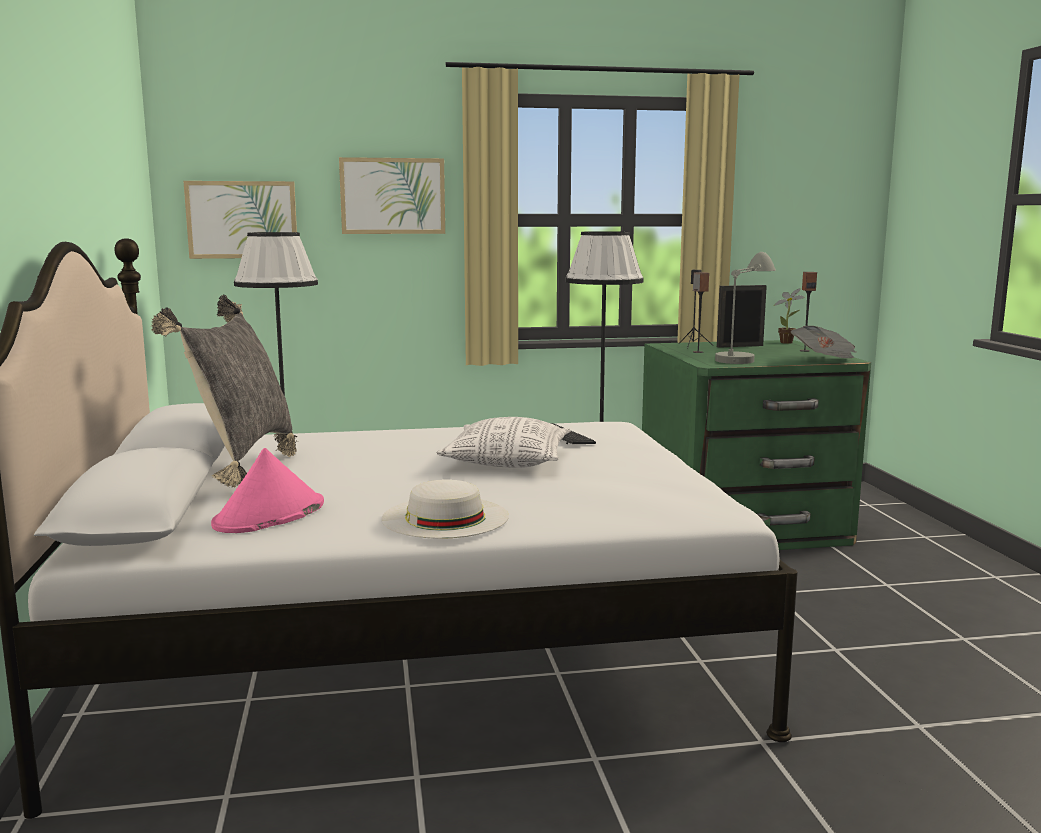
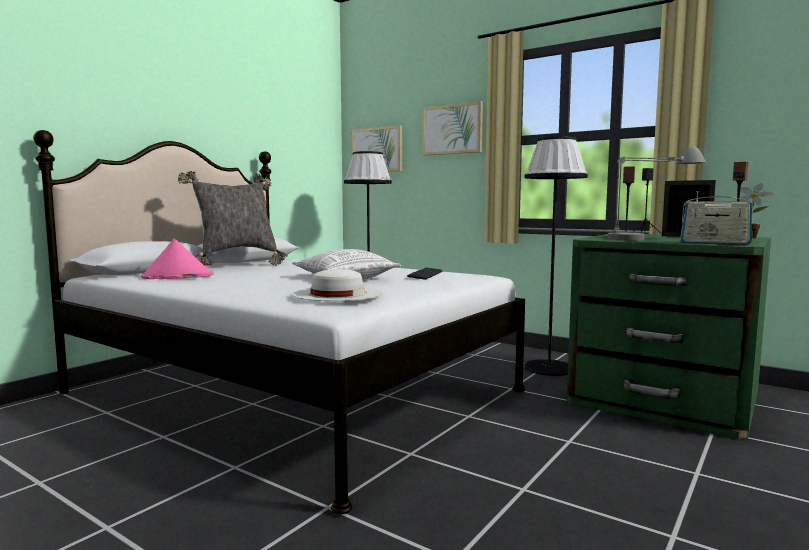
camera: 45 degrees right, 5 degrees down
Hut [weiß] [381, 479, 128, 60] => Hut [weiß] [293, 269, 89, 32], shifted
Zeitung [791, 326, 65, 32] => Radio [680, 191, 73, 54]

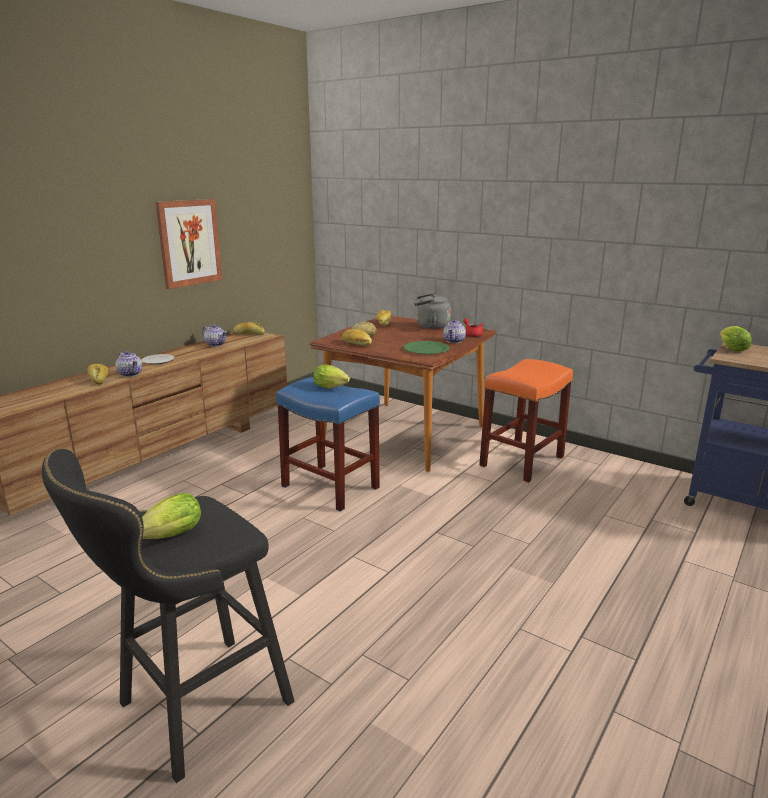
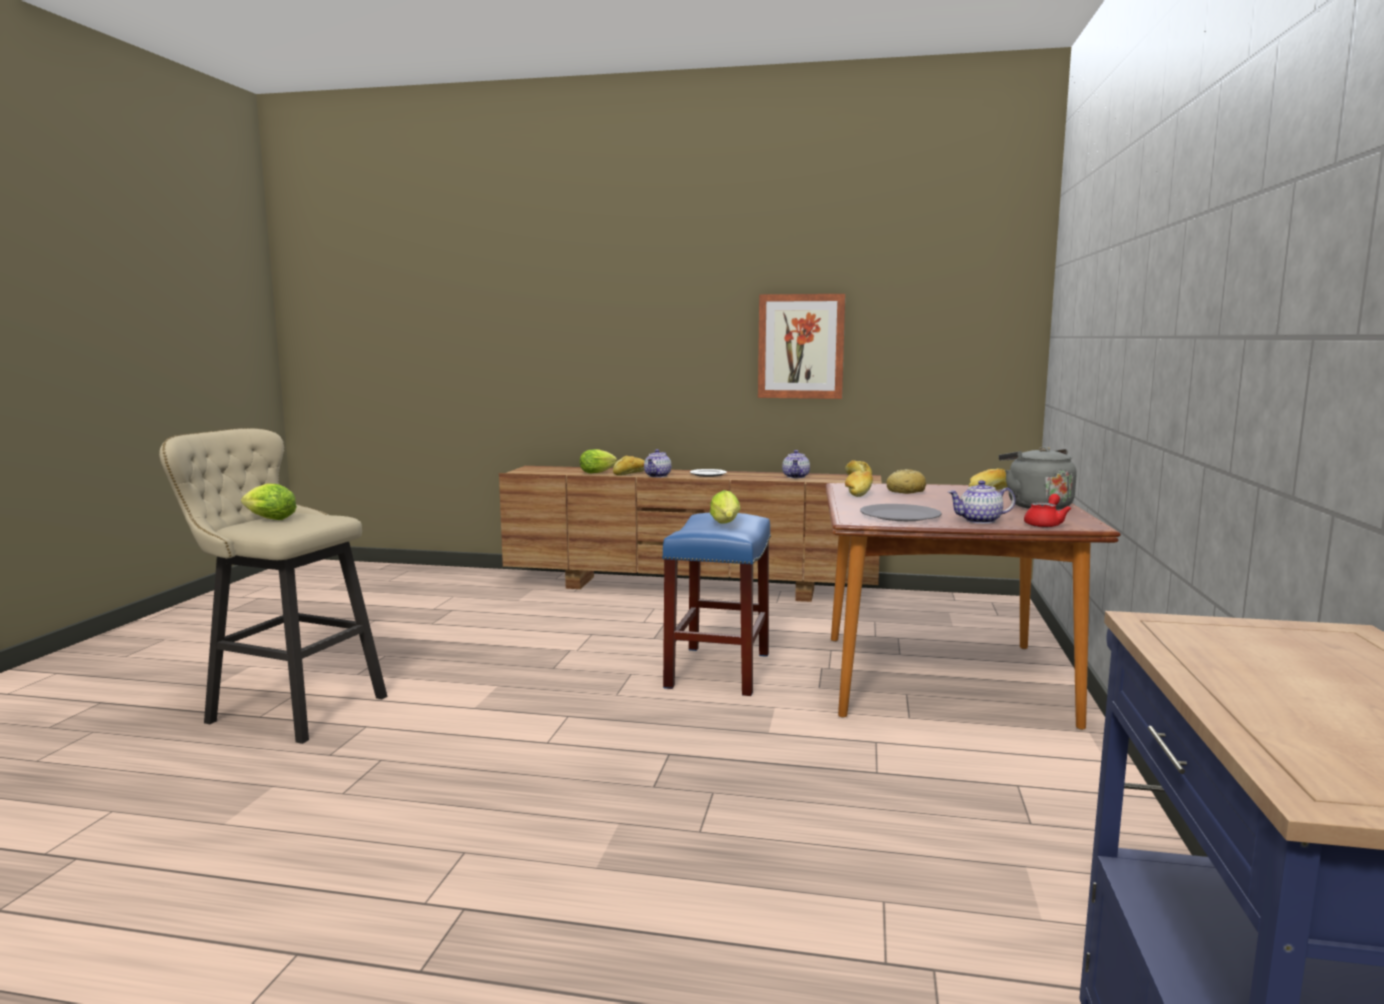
camera: 65 degrees right, 10 degrees down
Hocker [schwarz] [42, 449, 253, 334] => Hocker [beige] [159, 428, 228, 316]
Salatkopf [720, 326, 32, 26] => Salatkopf [580, 449, 37, 24], shifted
Teller [grün] [403, 341, 47, 13] => Teller [grau] [860, 504, 82, 17]
Hocker [orange] [479, 359, 94, 124] => nothing

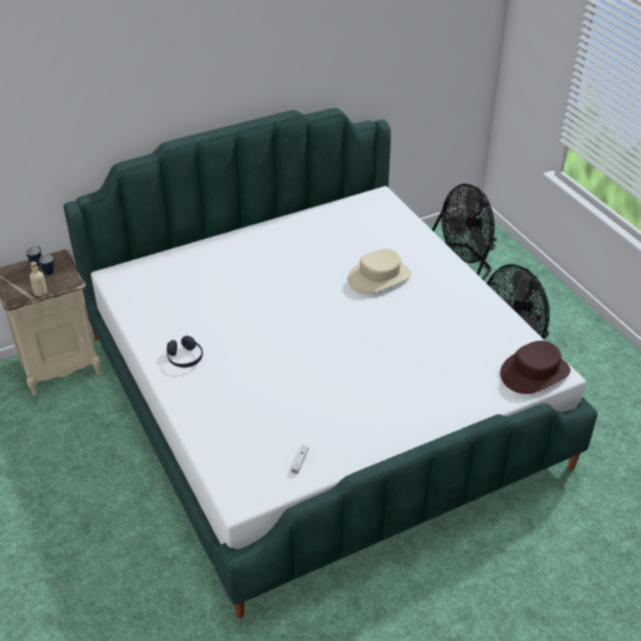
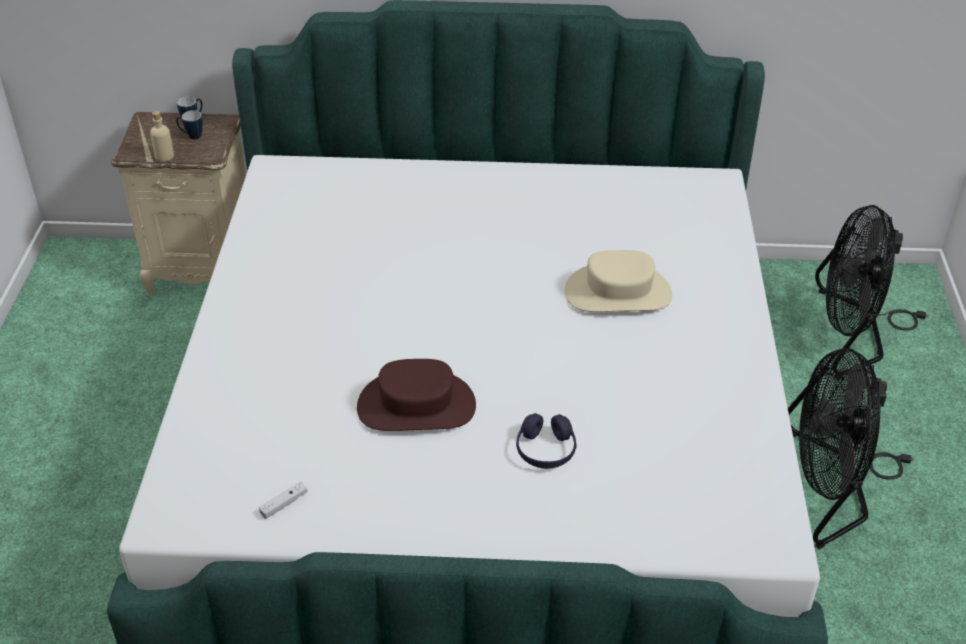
camera: 30 degrees right, 0 degrees up
Hut [braun] [500, 341, 71, 53] => Hut [braun] [357, 359, 119, 72], shifted
Kopfhörer [lila] [167, 336, 36, 32] => Kopfhörer [lila] [516, 413, 60, 56], shifted

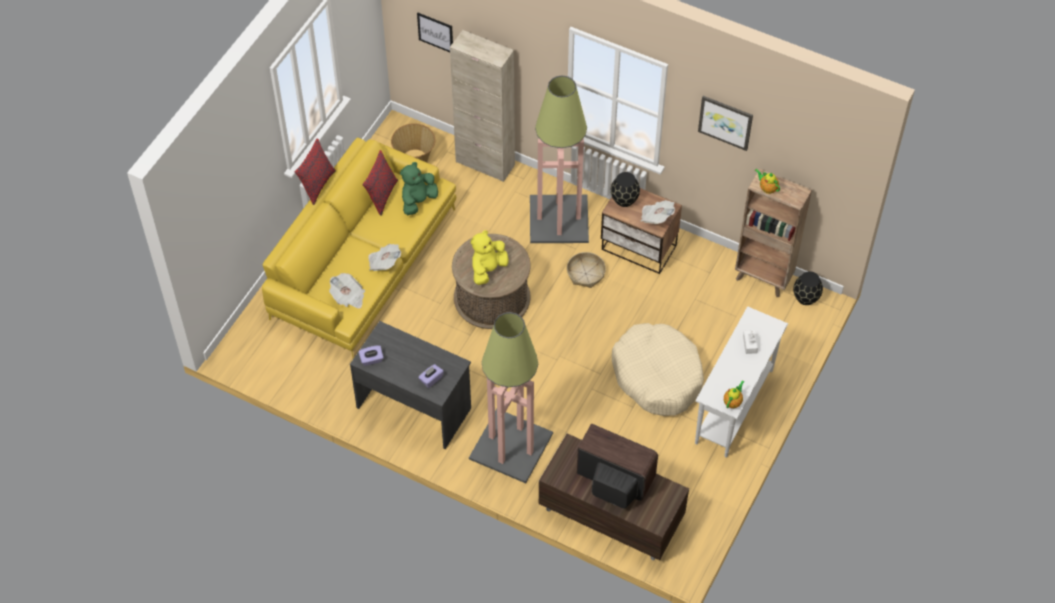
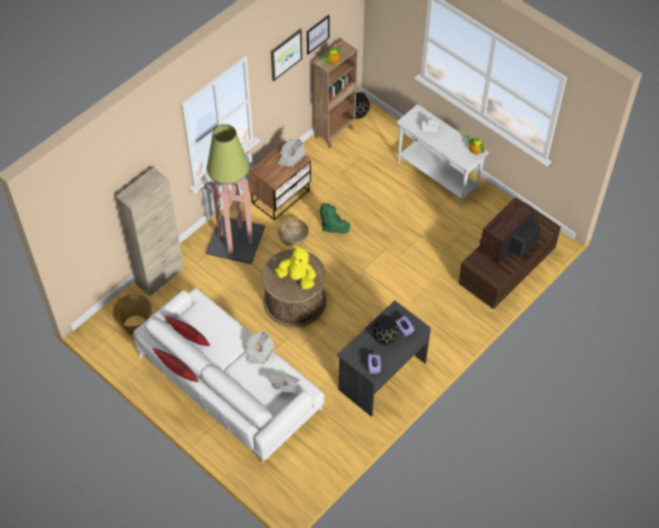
camera: 75 degrees left, 0 degrees up
Sofa [gelb] [262, 138, 194, 219] => Sofa [weiß] [133, 288, 191, 179]
Plüschtier [gelb] [471, 230, 38, 55] => Plüschtier [gelb] [275, 245, 41, 44], 150 degrees clockwise
Bild [417, 13, 36, 39] => Bild [307, 15, 22, 40], shifted
Plüschtier [grün] [400, 162, 38, 53] => Plüschtier [grün] [320, 203, 30, 31], shifted
Vase [schwarz] [611, 172, 29, 35] => Vase [schwarz] [373, 316, 26, 29], shifted
Stehlampe [469, 312, 84, 171] => nothing
Hundebett [beige] [612, 323, 92, 93] => nothing

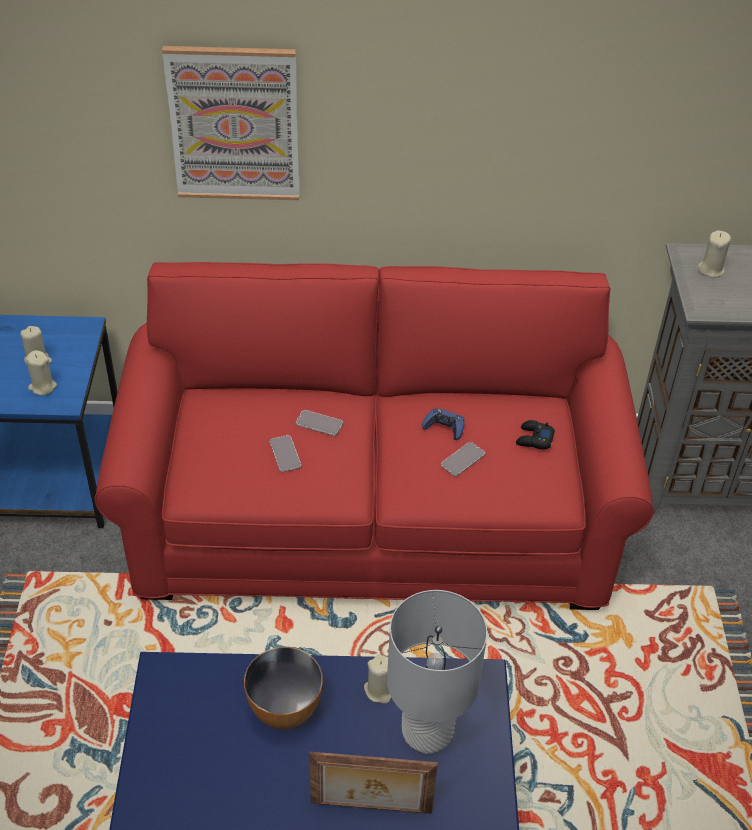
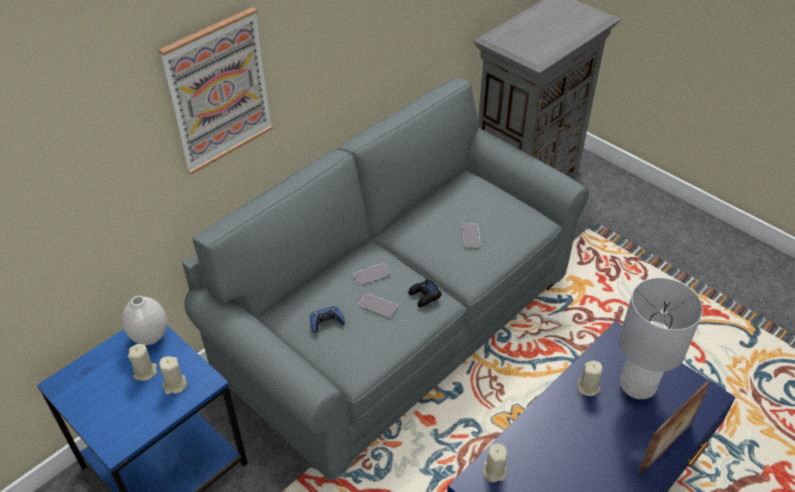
camera: 45 degrees left, 0 degrees up
nothing => Vase [weiß] [122, 296, 45, 49]
Sofa [rot] [95, 262, 559, 348] => Sofa [grau] [182, 78, 407, 403]
Gamepad [blau] [422, 408, 43, 32] => Gamepad [blau] [310, 306, 35, 27], shifted
Gamepad [schwarz] [516, 420, 39, 30] => Gamepad [schwarz] [408, 279, 34, 28], shifted
Kerze [beige] [697, 230, 34, 48] => Kerze [beige] [483, 444, 24, 38], shifted
Schüssel [244, 647, 79, 82] => nothing

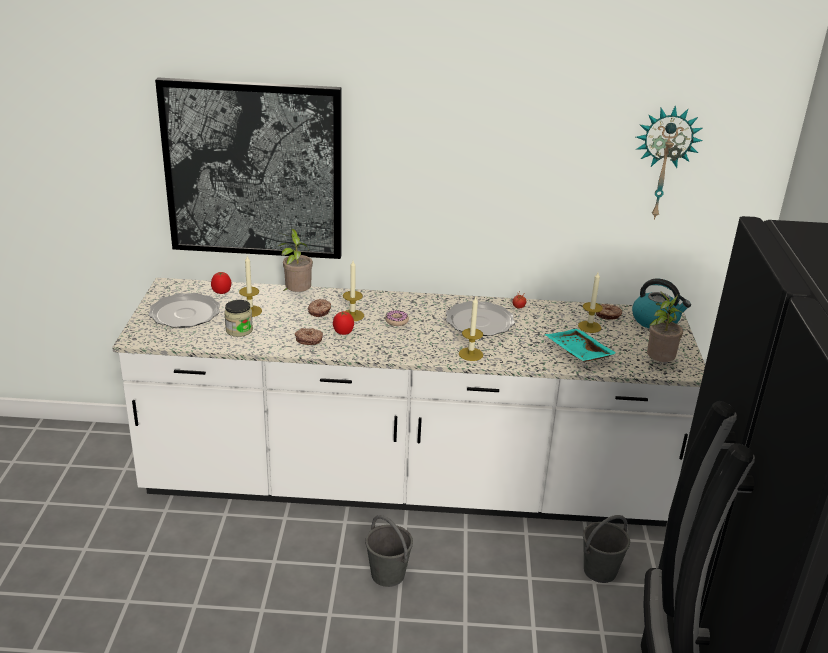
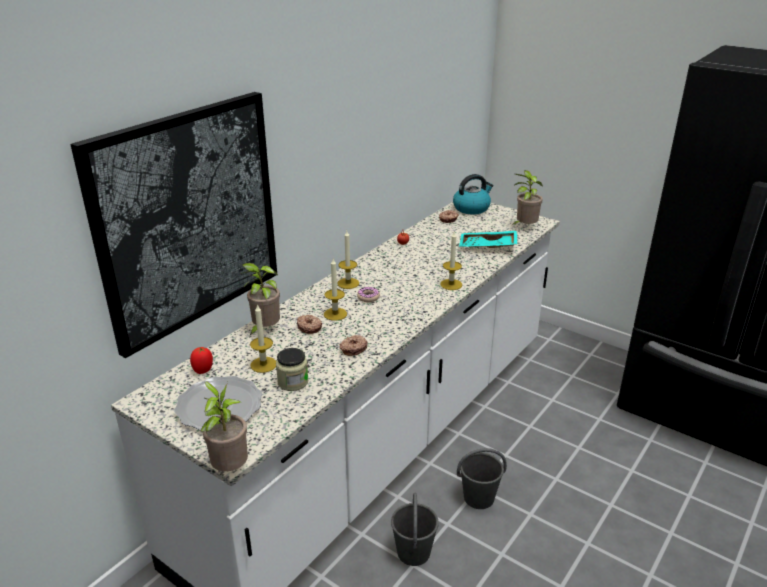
camera: 55 degrees left, 0 degrees up
nothing => Topfpflanze [200, 381, 48, 90]
Kerze [578, 272, 25, 61] => Kerze [337, 231, 22, 58], shifted
Eimer [grau] [583, 515, 47, 68] => Eimer [grau] [391, 493, 48, 73], shifted
Tomate [333, 311, 21, 24] => nothing
Teller [446, 301, 69, 35] => nothing
Wanduhr [636, 105, 67, 115] => nothing

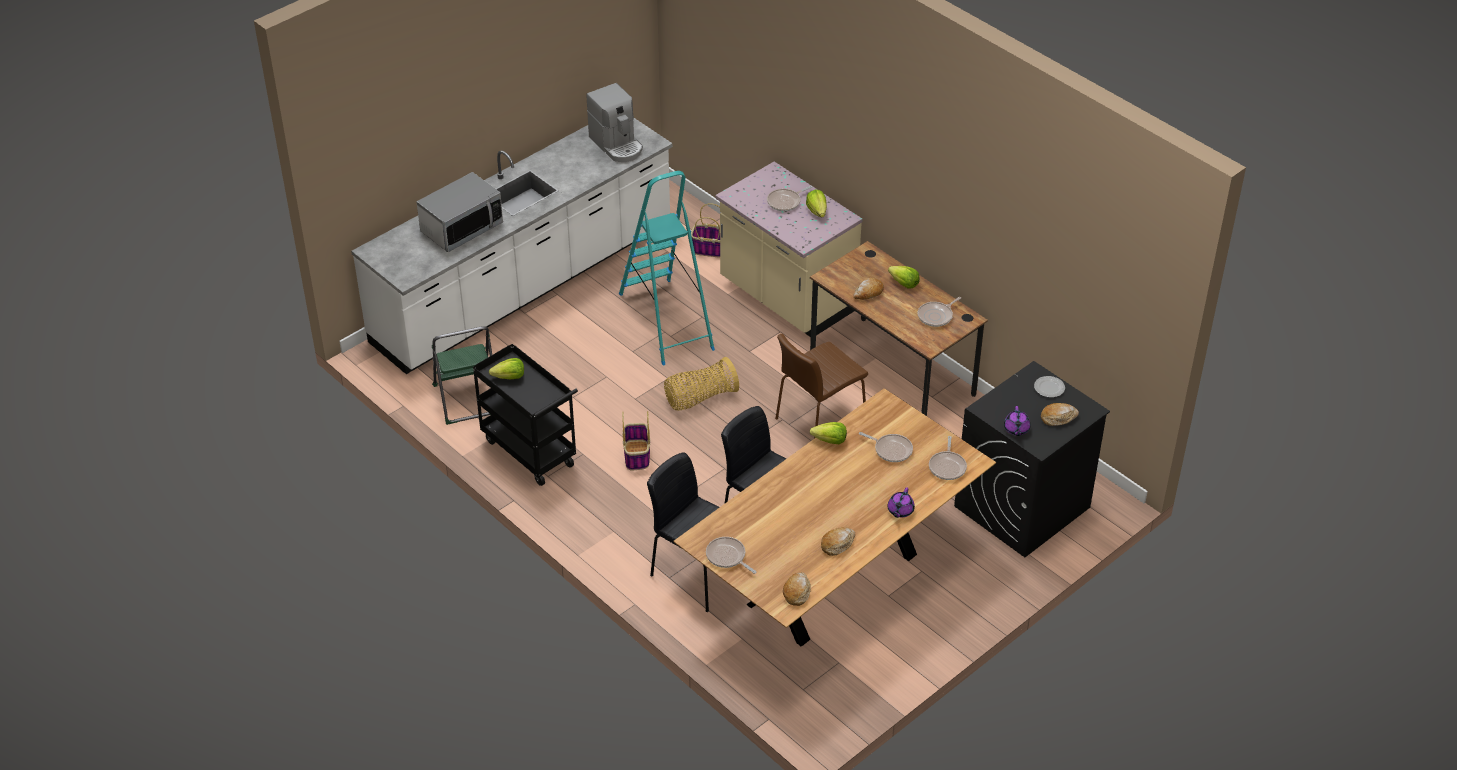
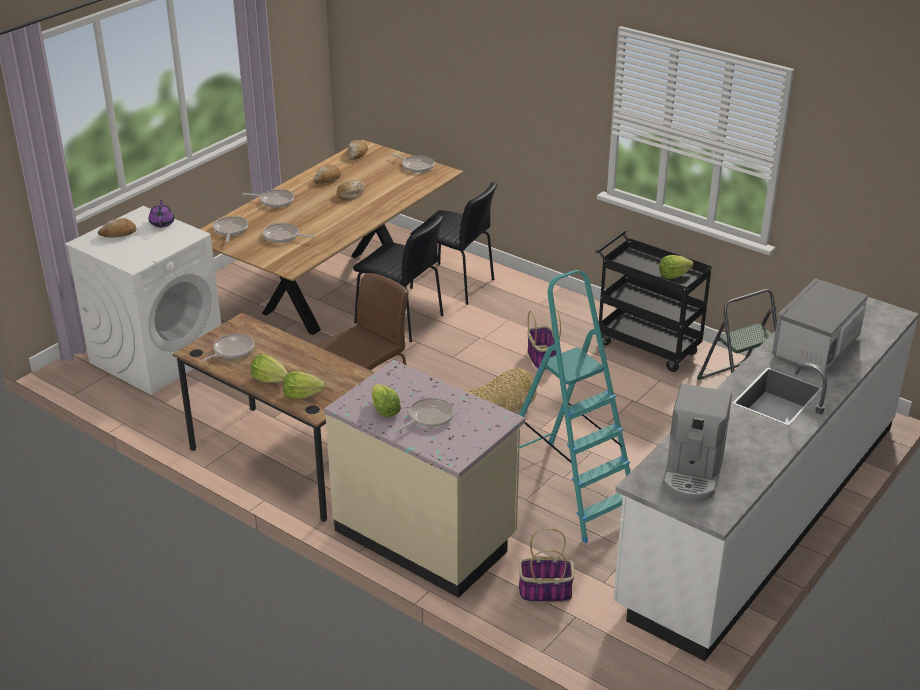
camera: 170 degrees right, 10 degrees down
Waschmaschine [schwarz] [954, 361, 156, 197] => Waschmaschine [weiß] [65, 206, 156, 189]
Teekanne [lila] [888, 487, 27, 31] => Pfanne [243, 189, 51, 19]
Salatkopf [810, 422, 37, 22] => Salatkopf [283, 371, 43, 28], shifted
Brot [854, 277, 30, 23] => Brot [337, 180, 28, 20], shifted
Kaffeemaschine [586, 83, 57, 79] => Kaffeemaschine [662, 384, 70, 118], 120 degrees counterclockwise
Teller [1034, 376, 31, 21] => nothing

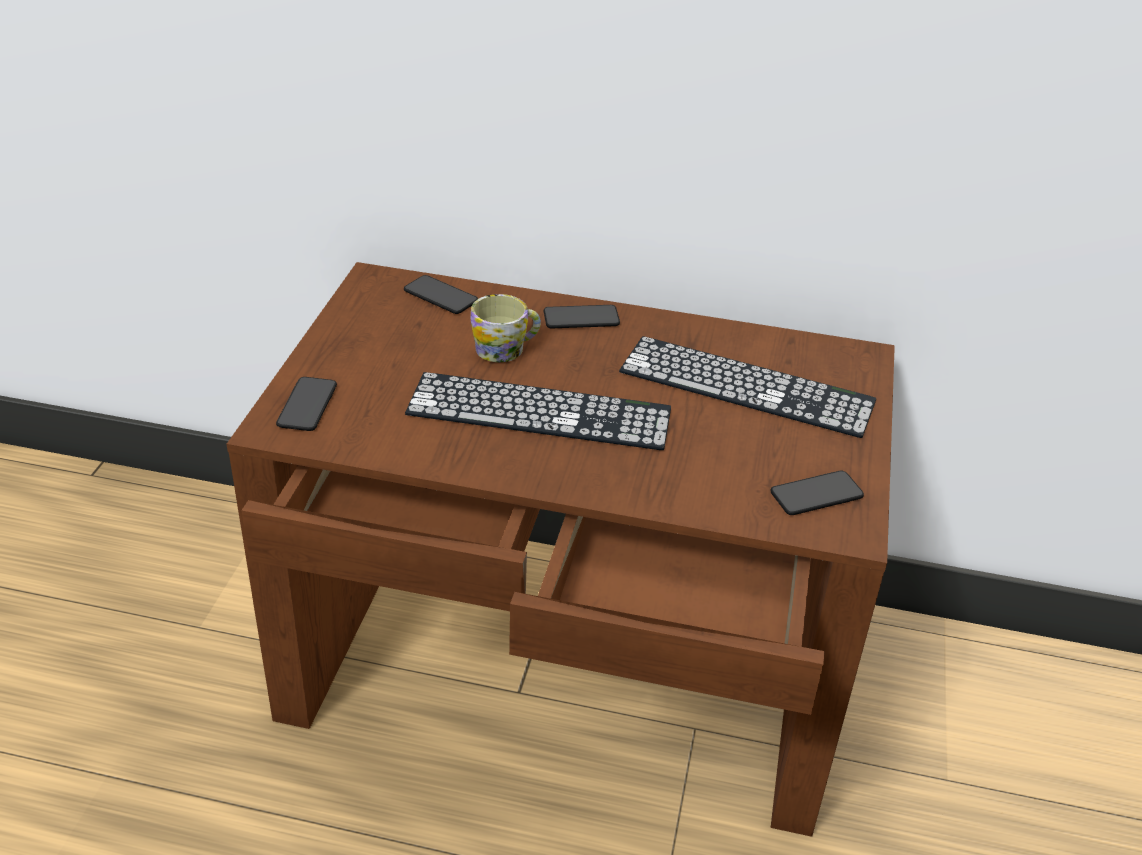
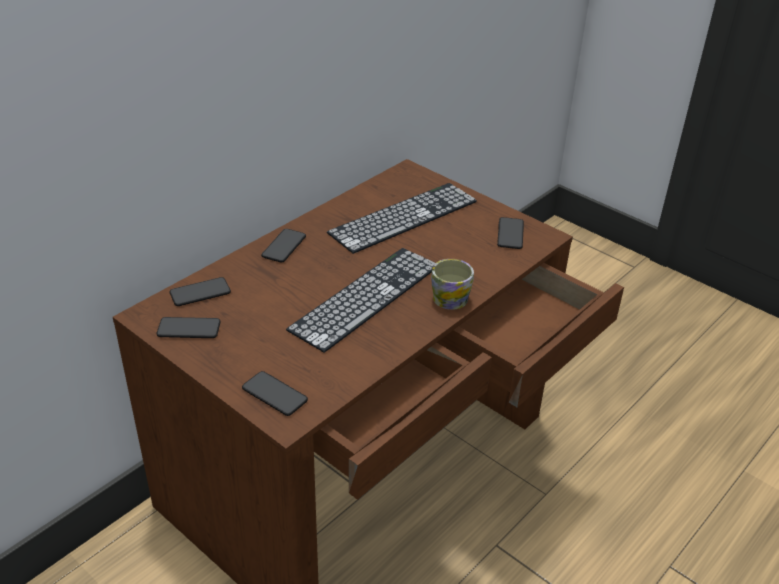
camera: 60 degrees left, 0 degrees up
nothing => Handy [157, 317, 64, 21]
Henkelbecher [471, 294, 70, 68] => Henkelbecher [431, 259, 43, 51], shifted

